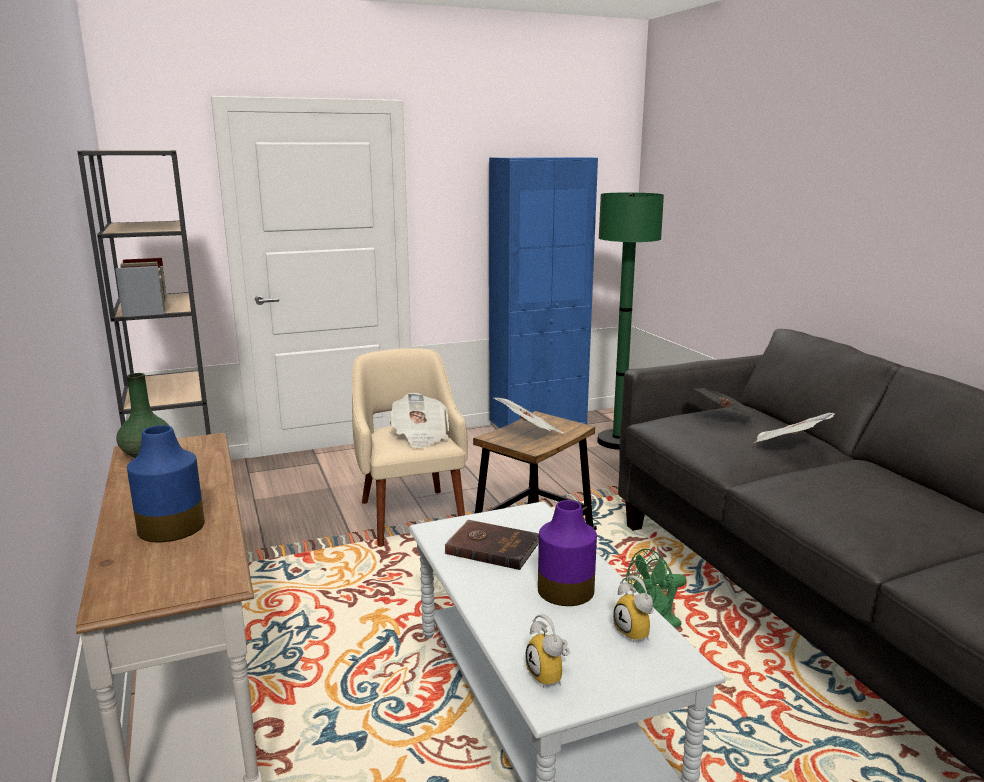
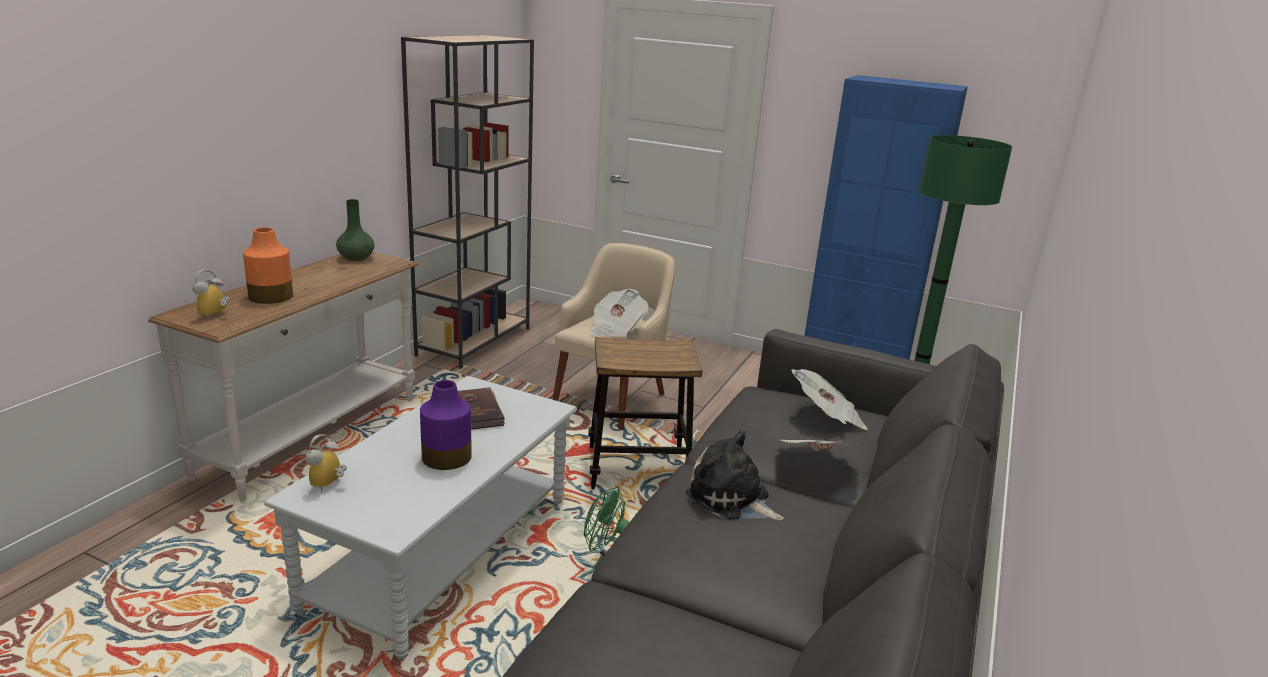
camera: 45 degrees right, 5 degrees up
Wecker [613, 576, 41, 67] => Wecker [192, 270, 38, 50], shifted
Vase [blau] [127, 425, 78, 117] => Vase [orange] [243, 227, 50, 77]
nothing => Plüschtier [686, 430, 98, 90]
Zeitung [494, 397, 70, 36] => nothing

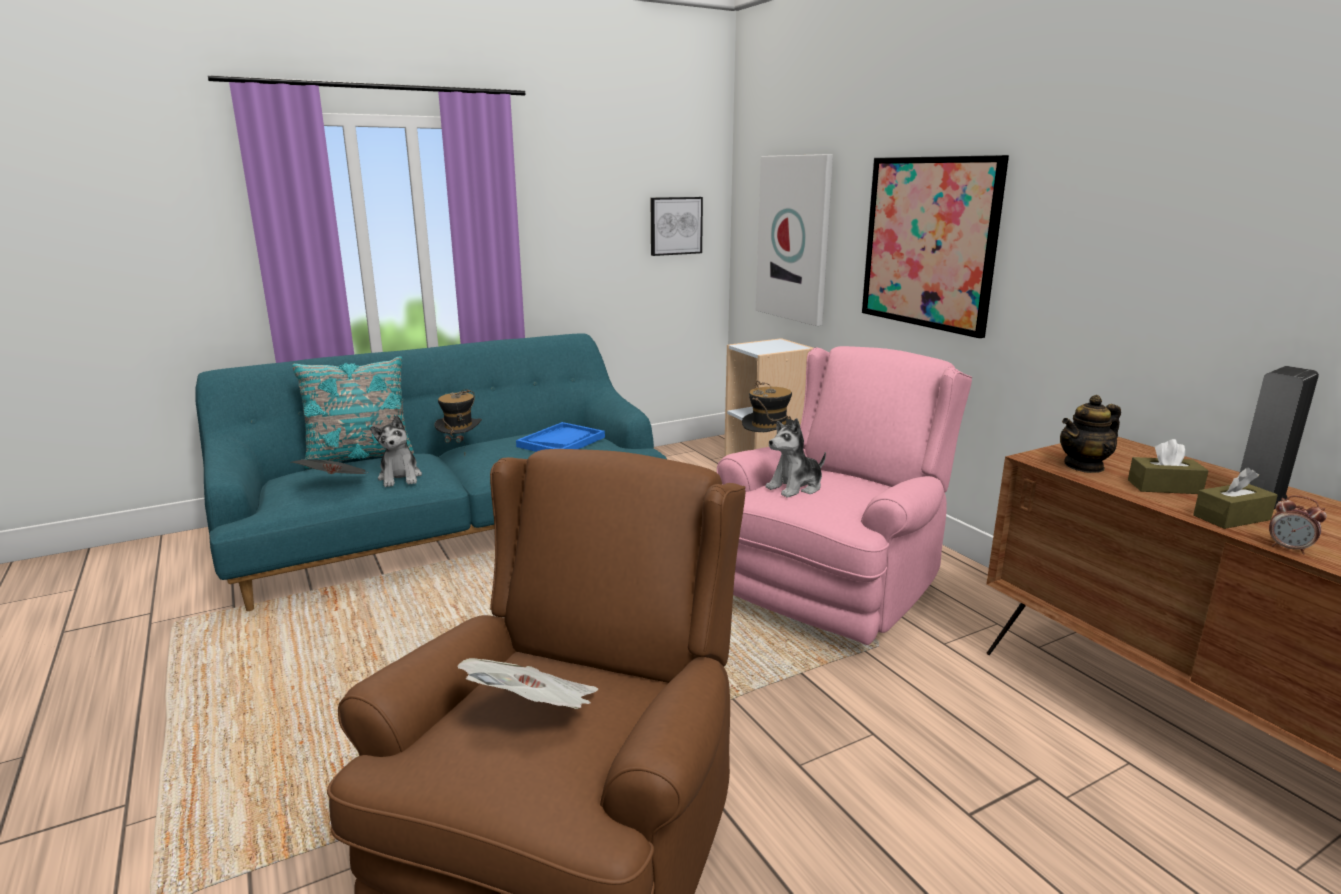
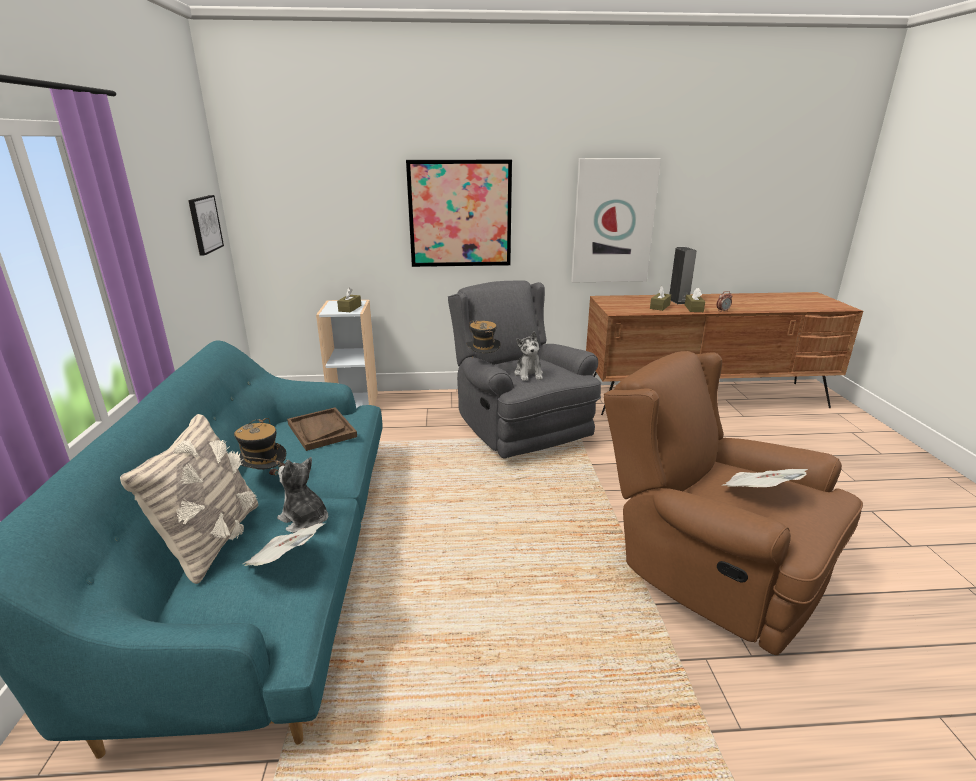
camera: 65 degrees left, 5 degrees up
Kissen [türkis] [292, 356, 122, 113] => Kissen [beige] [120, 414, 138, 170]
Plüschtier [370, 415, 52, 72] => Plüschtier [277, 457, 51, 76], 150 degrees counterclockwise
Tablett [blau] [516, 422, 89, 30] => Tablett [braun] [287, 407, 70, 44]
nothing => Taschentuchbox [braun] [337, 288, 24, 24]
Sessel [rosa] [717, 346, 255, 299] => Sessel [grau] [448, 281, 153, 178]
Bild [756, 154, 77, 172] => Bild [571, 158, 90, 124], shifted
Teekanne [1060, 395, 61, 78] => nothing

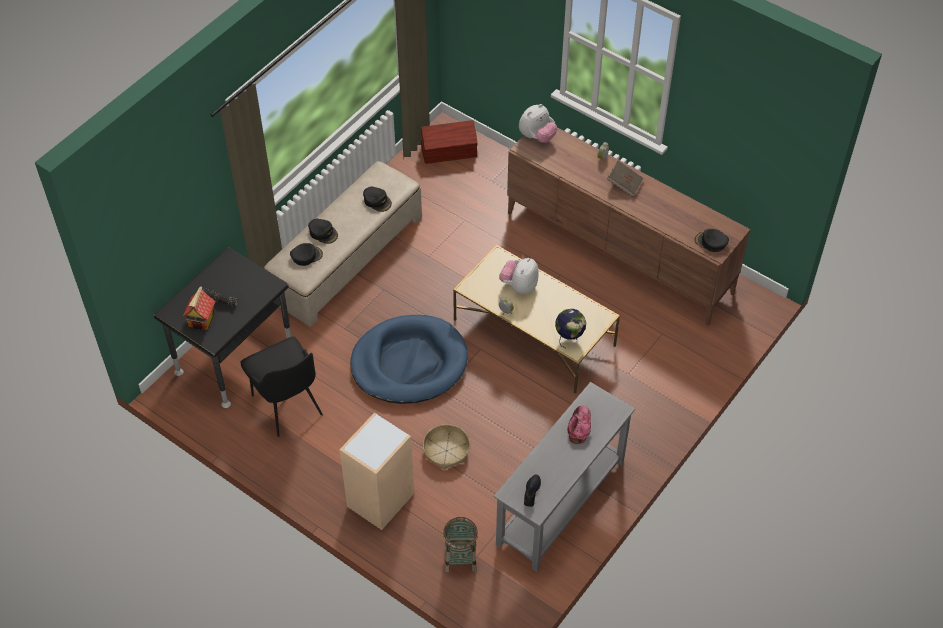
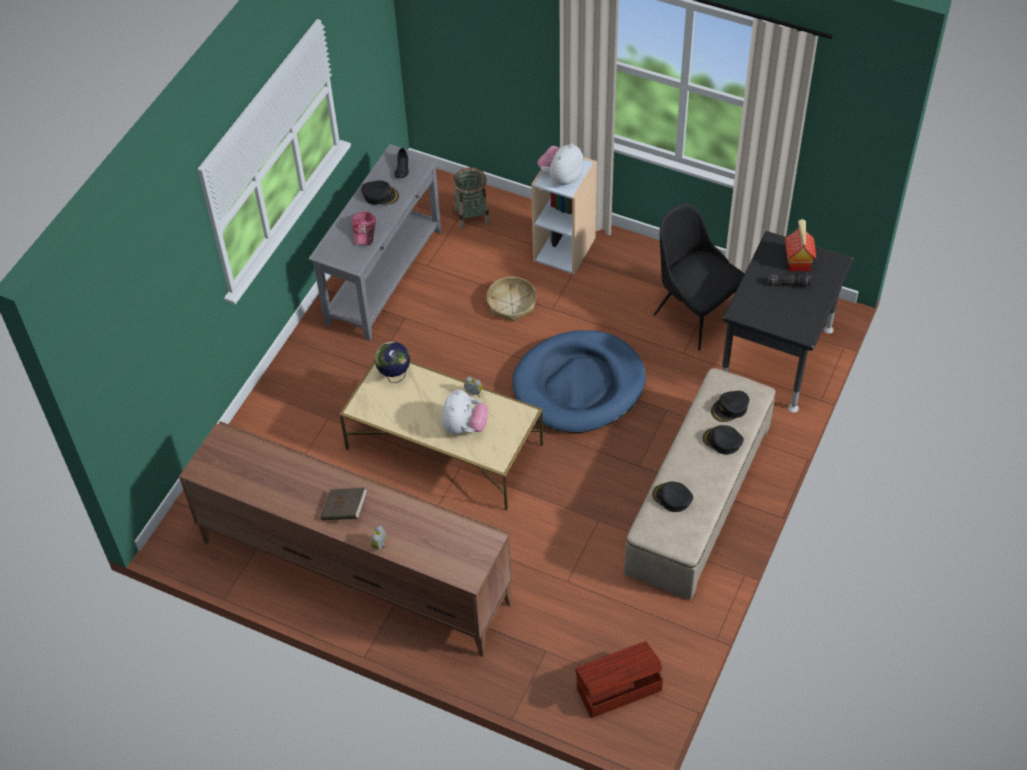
camera: 170 degrees right, 0 degrees up
Kappe [schwarz] [695, 229, 34, 23] => Kappe [schwarz] [361, 180, 38, 25], shifted
Plüschtier [519, 104, 39, 39] => Plüschtier [538, 143, 46, 42], shifted

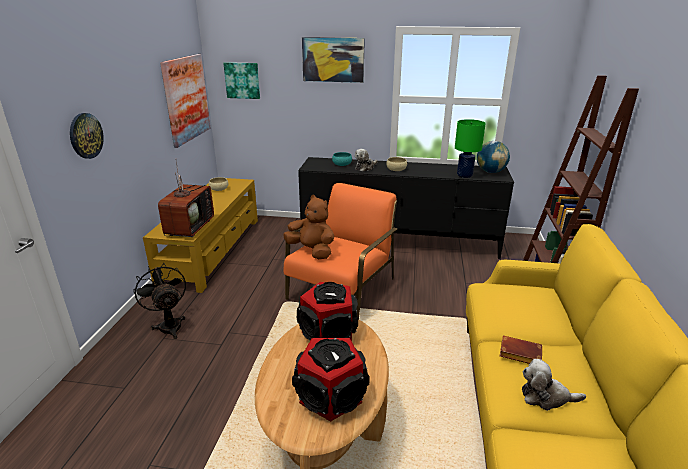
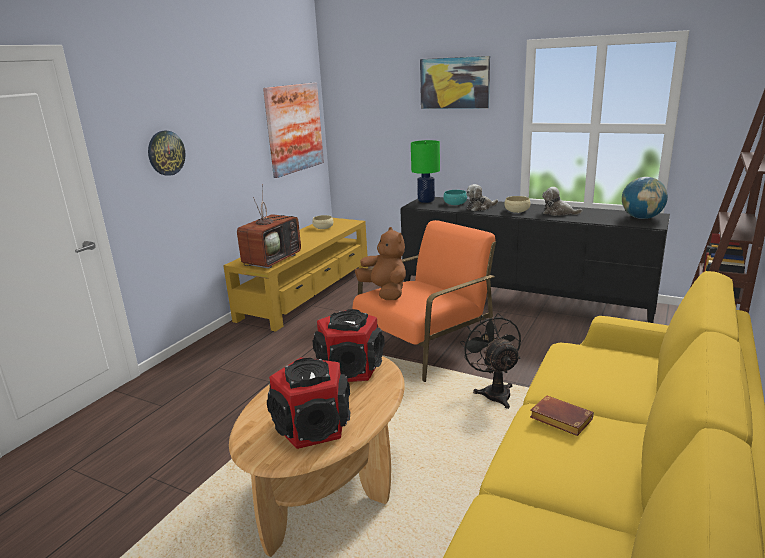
camera: 20 degrees right, 5 degrees down
Tischlampe [grün] [455, 119, 31, 59] => Tischlampe [grün] [411, 140, 29, 63], shifted
Ventilator [schwarz] [133, 263, 53, 76] => Ventilator [schwarz] [460, 313, 61, 96], shifted
Plüschtier [522, 359, 64, 52] => Plüschtier [542, 187, 41, 29], shifted
Bild [223, 62, 37, 37] => nothing

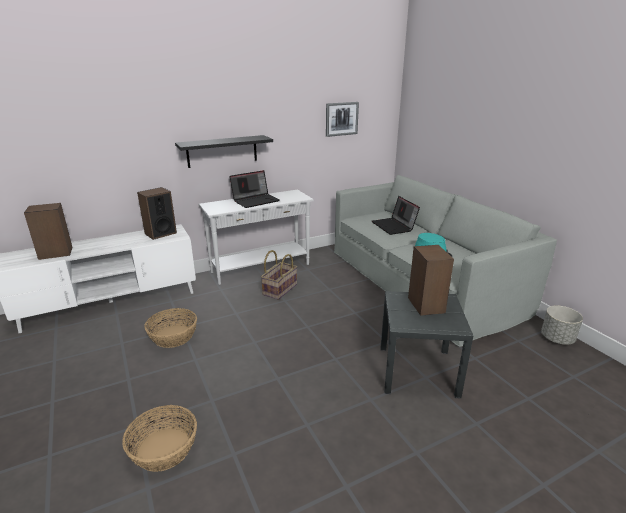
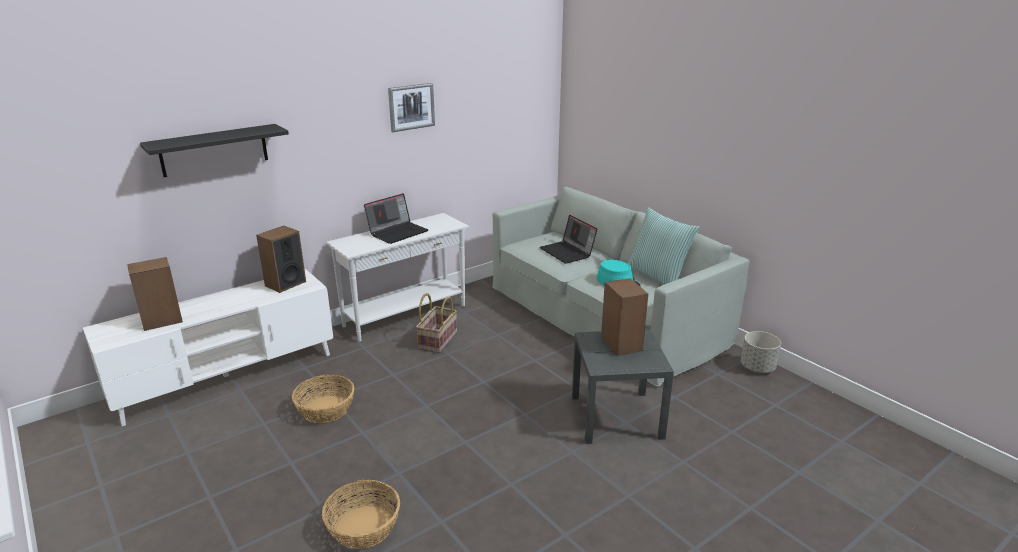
camera: 10 degrees left, 0 degrees up
Wandregal [schwarz] [175, 135, 98, 33] => Wandregal [schwarz] [140, 124, 149, 53], shifted
Bild [326, 102, 33, 35] => Bild [388, 83, 47, 49], shifted
nothing => Kissen [628, 207, 72, 78]

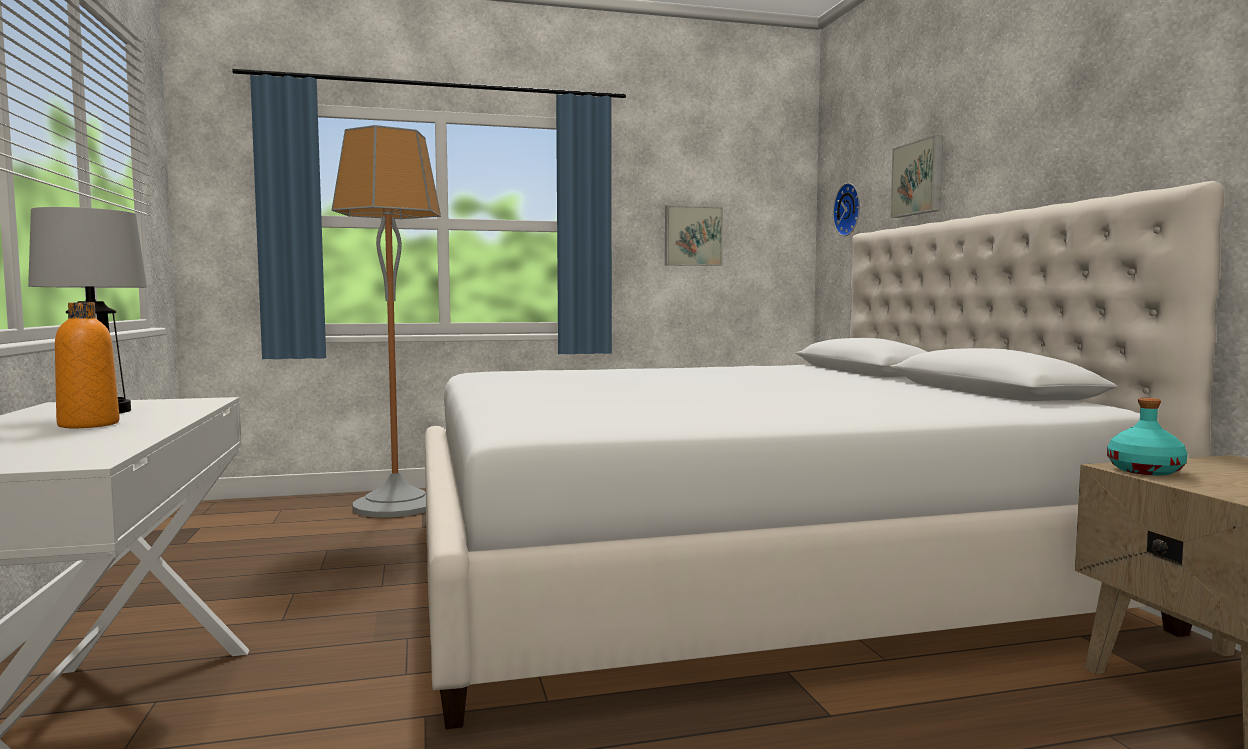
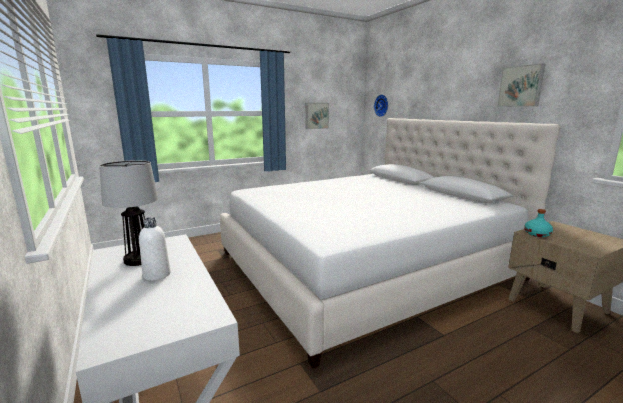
camera: 15 degrees left, 10 degrees up
Flasche [orange] [55, 303, 65, 125] => Flasche [weiß] [139, 217, 31, 64]
Bild [890, 135, 53, 83] => Bild [497, 63, 48, 44], shifted
Stehlampe [331, 125, 110, 393] => nothing

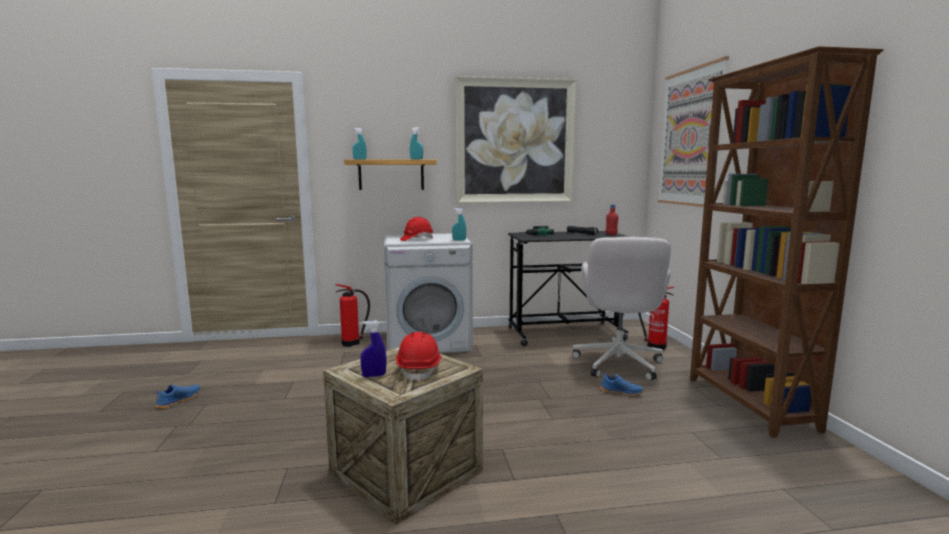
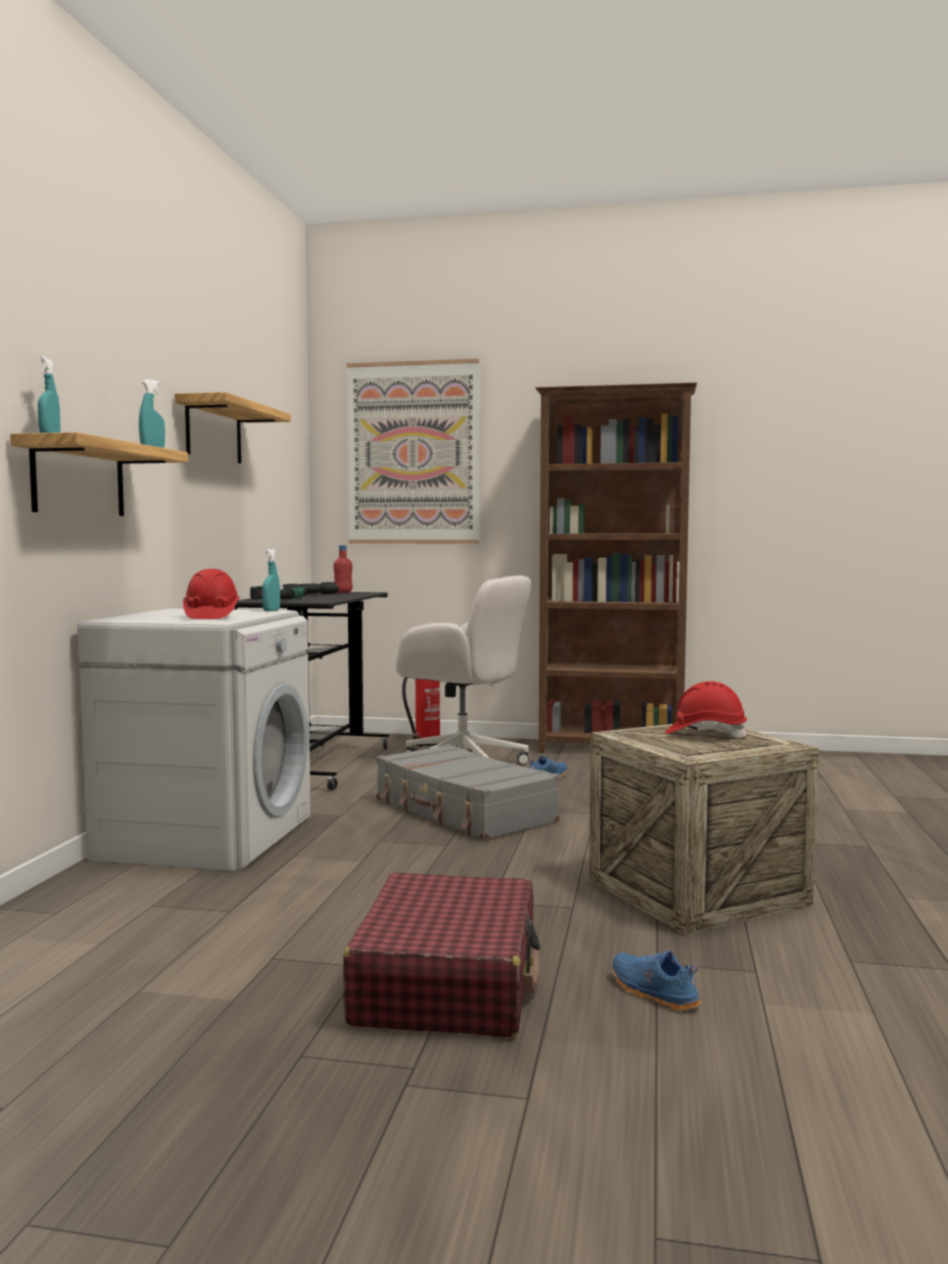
camera: 70 degrees left, 5 degrees down
Bild [455, 76, 122, 127] => Wandregal [175, 392, 116, 71]
nothing => Koffer [rot] [343, 873, 197, 164]
nothing => Koffer [grau] [376, 744, 184, 96]
Schuh [blau] [155, 385, 45, 24] => Schuh [blau] [612, 950, 89, 61], shifted
Feuerlöscher [335, 284, 35, 63] => nothing
Sprühflasche [blau] [360, 321, 27, 56] => nothing

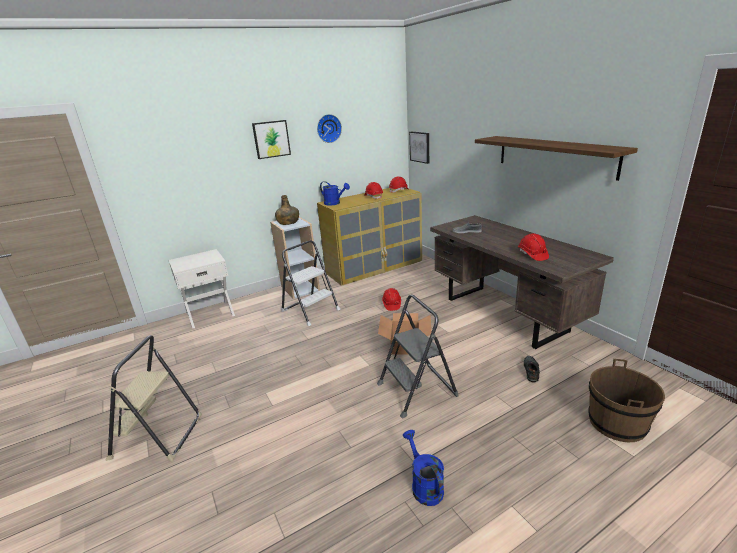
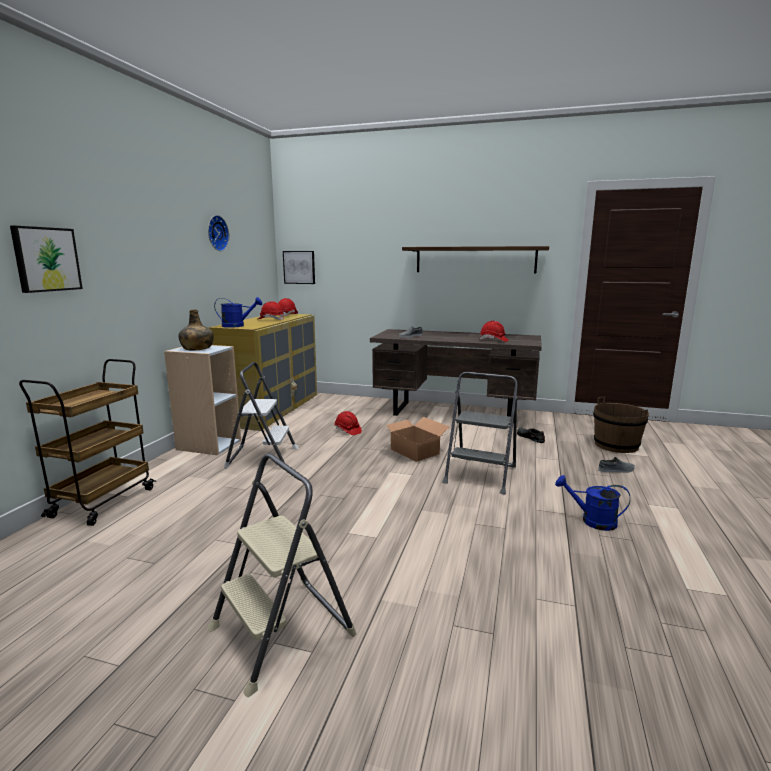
camera: 45 degrees left, 10 degrees down
Bild [252, 120, 39, 39] => Bild [10, 226, 73, 67], shifted
Nachttisch [weiß] [168, 249, 67, 79] => Rollwagen [braun] [19, 359, 138, 167]
nothing => Schuh [grau] [598, 457, 37, 16]

